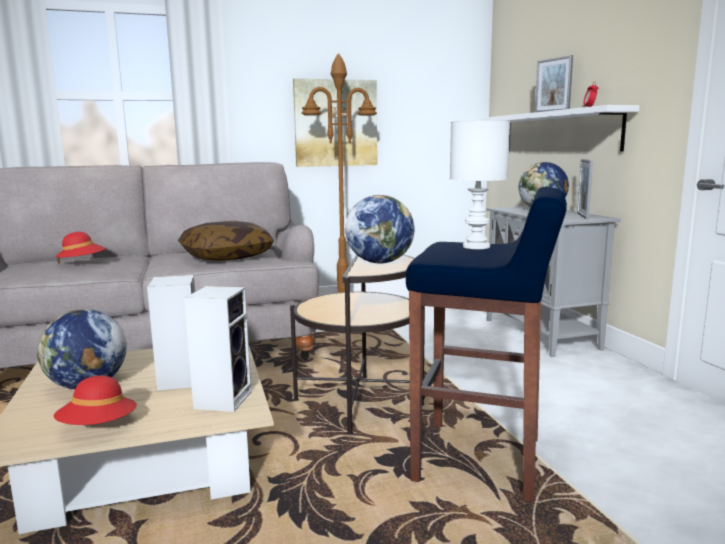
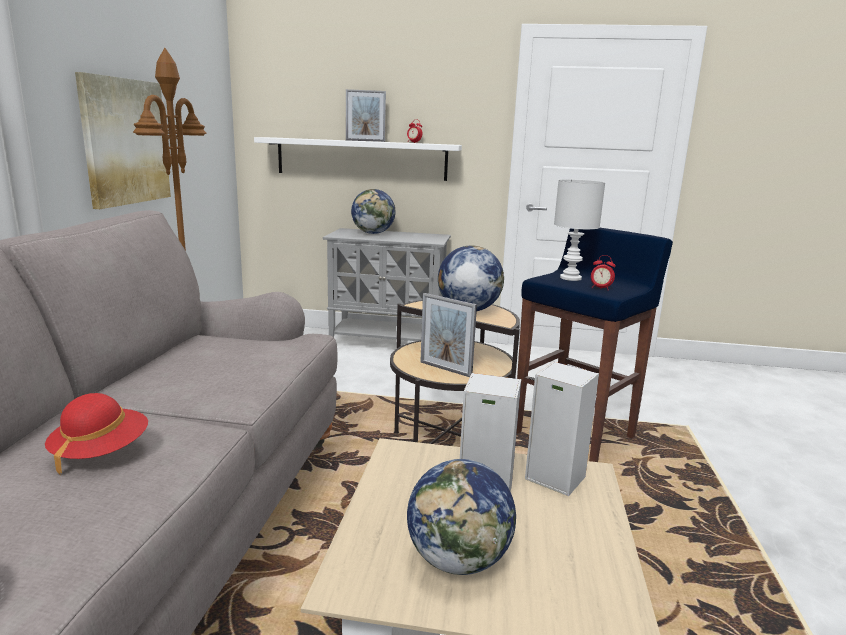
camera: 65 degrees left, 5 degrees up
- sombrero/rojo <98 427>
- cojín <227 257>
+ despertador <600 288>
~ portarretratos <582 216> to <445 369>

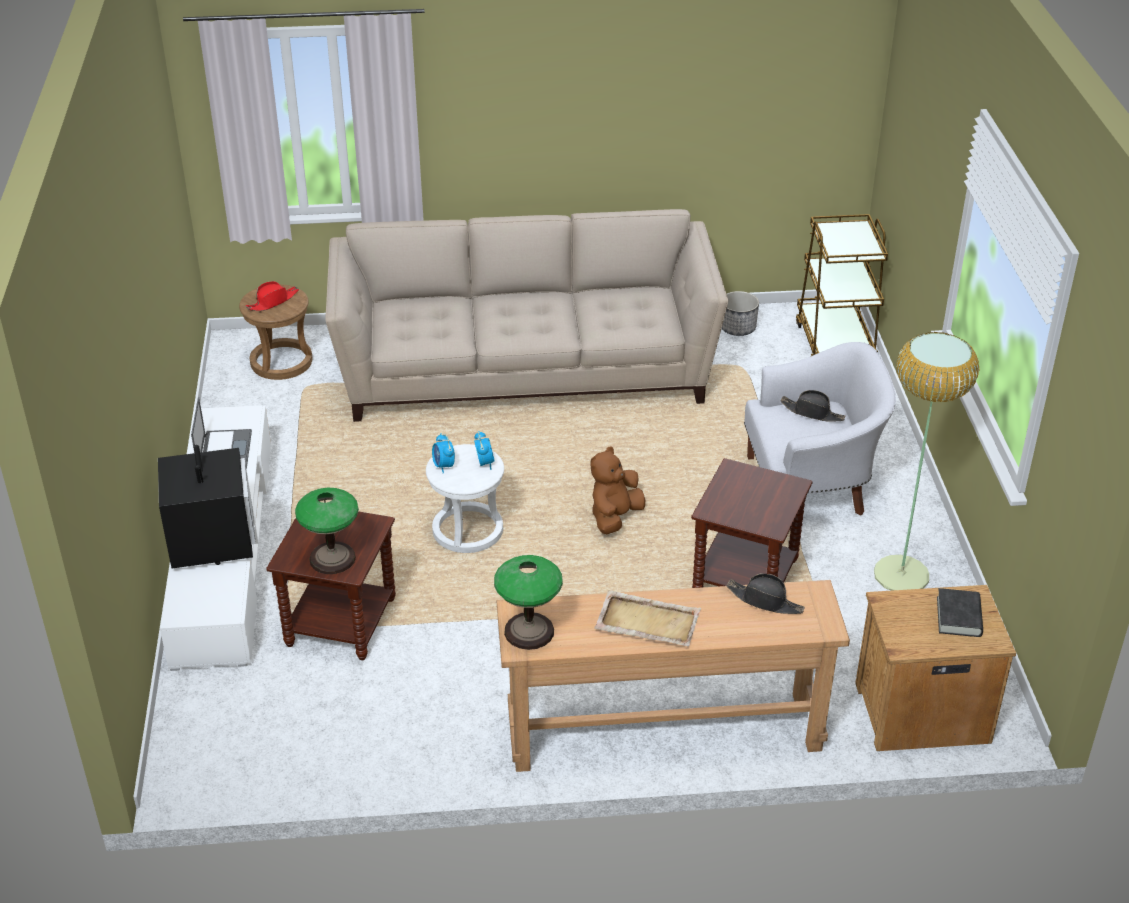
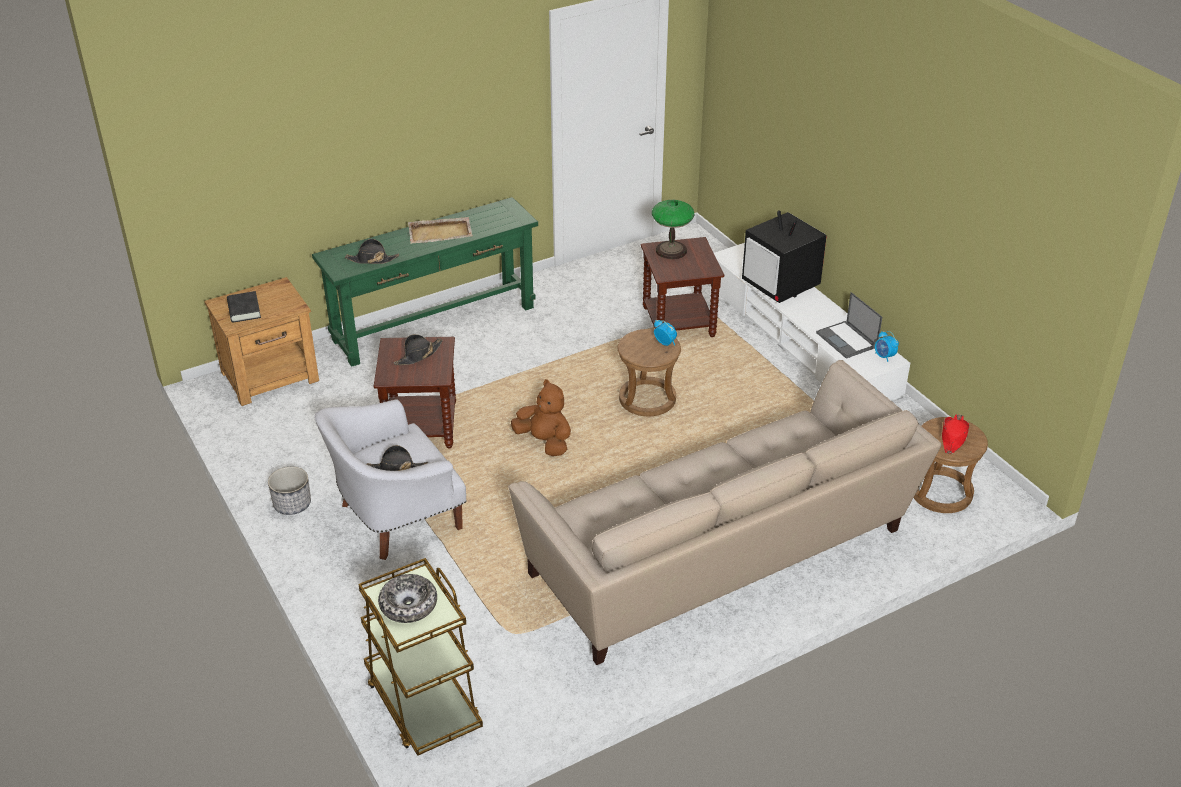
camera: 155 degrees right, 0 degrees up
- lámpara de mesa <529 631>
- lámpara de pie <901 574>
+ cuenco <408 605>
+ sombrero/negro <418 355>
~ despertador <484 463> to <884 356>
~ maceta <738 328> to <292 504>
~ taburete/blanco <468 531> to taburete/marrón <647 399>
~ mesa consola/marrón <664 731> to mesa consola/verde <434 323>
~ peluche/marrón <615 517> = <544 442> 60 degrees counterclockwise

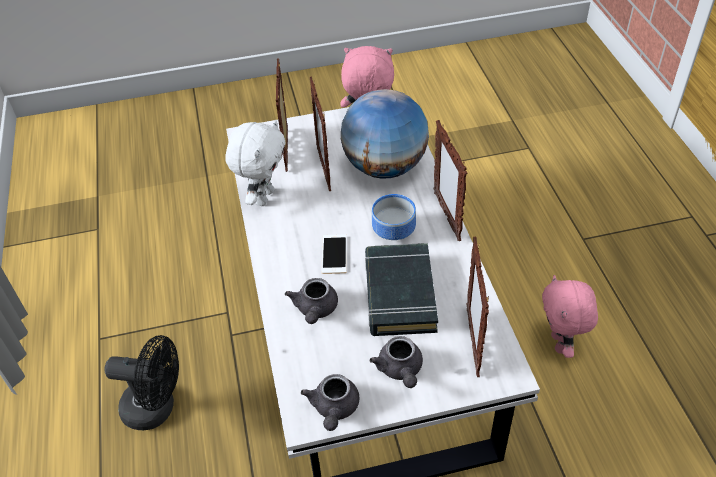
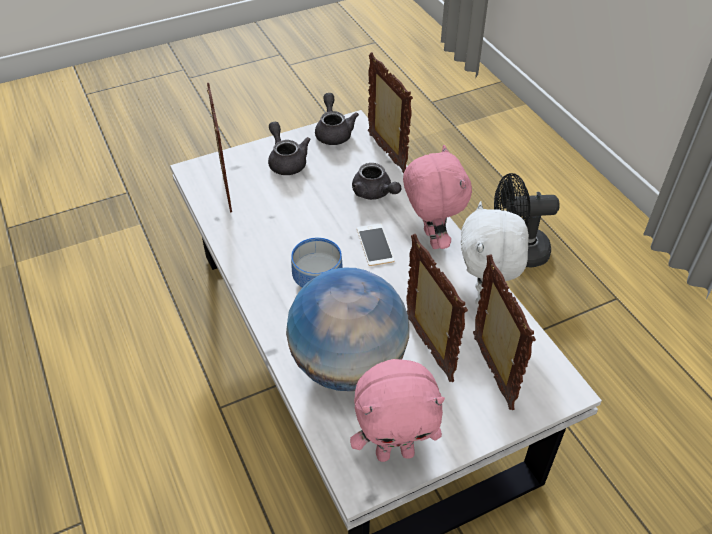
camera: 165 degrees right, 0 degrees up
- libro/negro <399 294>
~ portarretratos <447 216> to <386 154>
~ peluche/rosa <560 344> to <430 239>
~ tetera/gris <315 310> = <374 193> 150 degrees clockwise

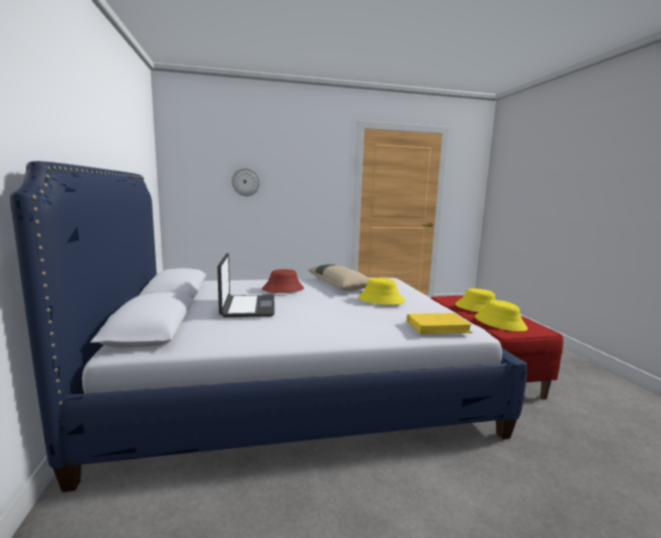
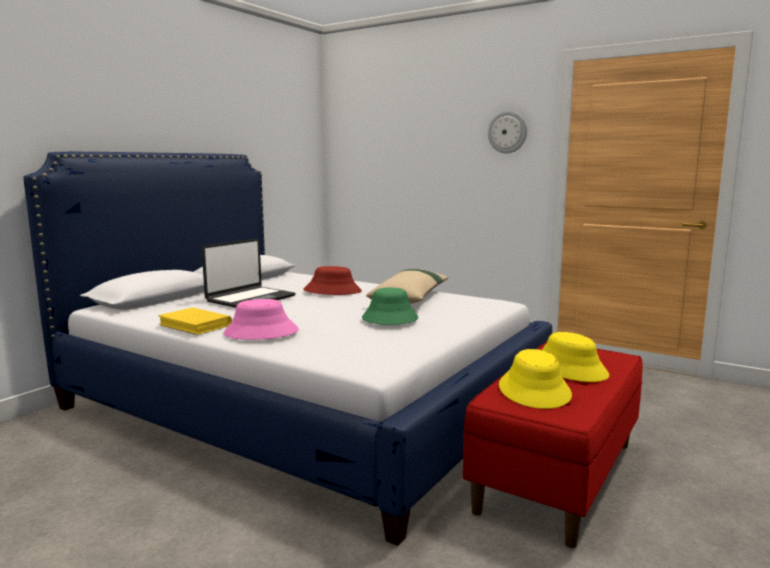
camera: 45 degrees right, 0 degrees up
+ sombrero/rosa <261 333>
~ reloj de pared <246 181> to <507 132>
~ libro/amarillo <438 327> to <195 325>
~ sombrero/amarillo <380 300> to sombrero/verde <389 318>

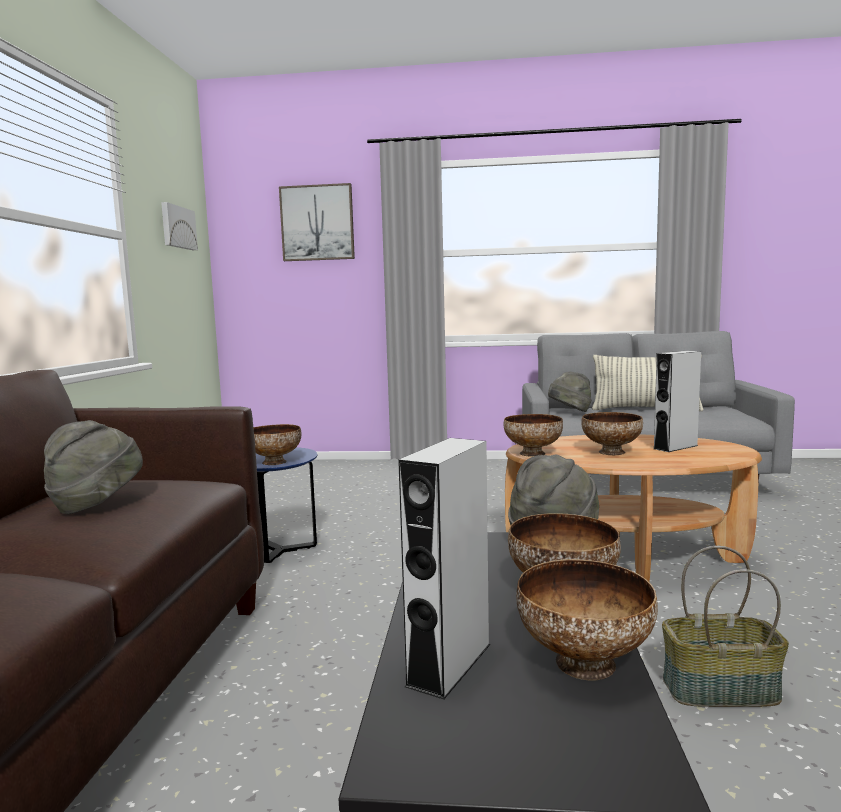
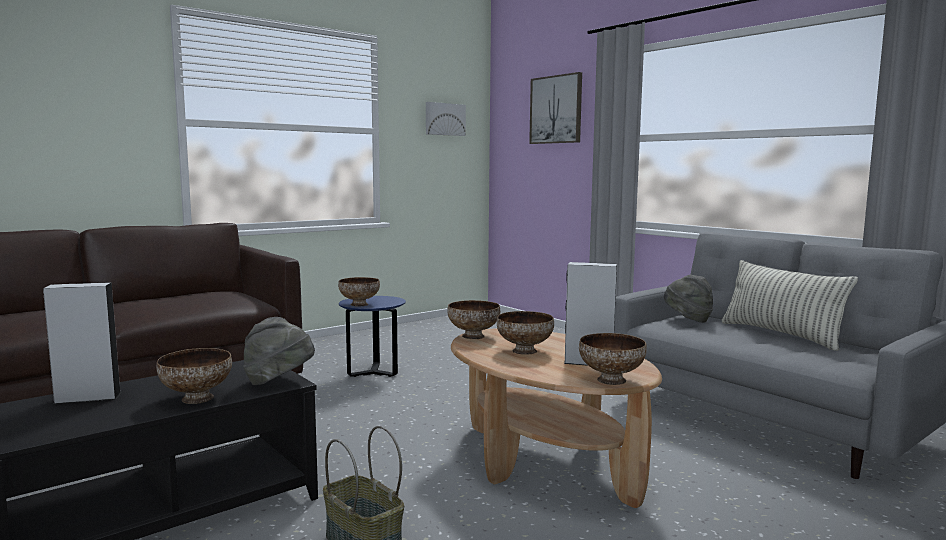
camera: 45 degrees right, 0 degrees up
- sombrero/gris <97 505>
~ cuenco <583 662> to <611 380>

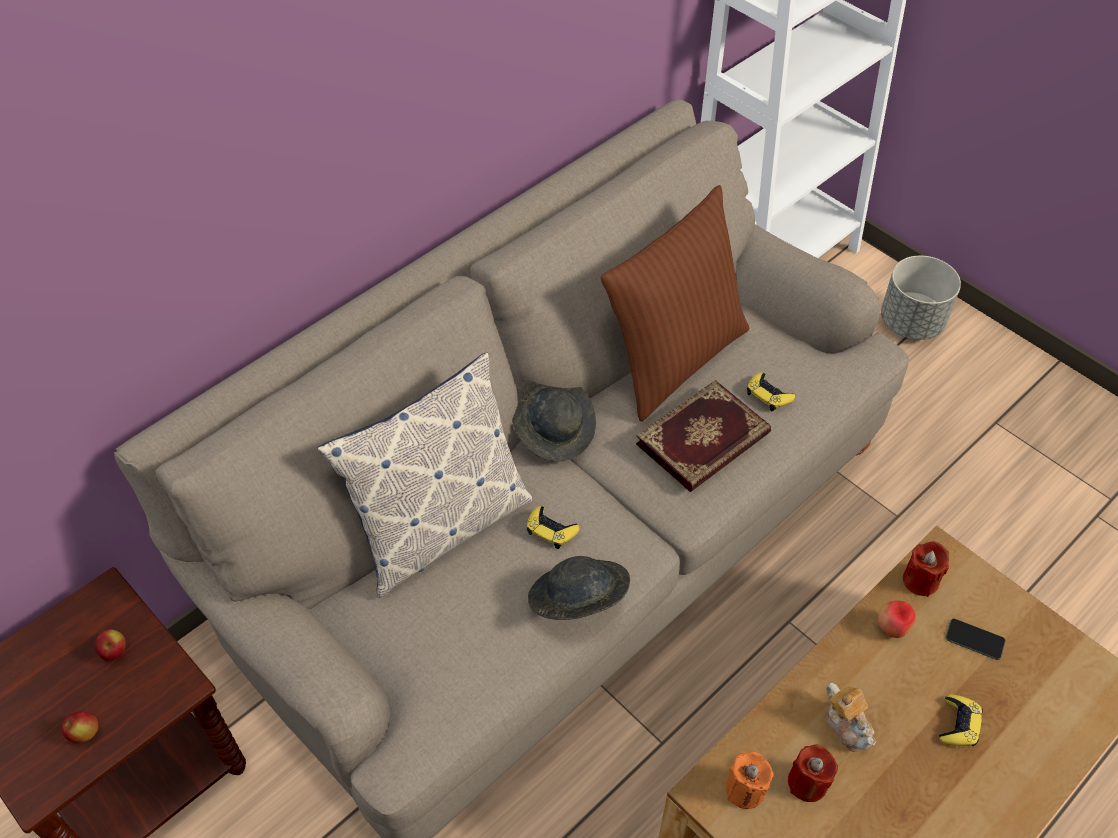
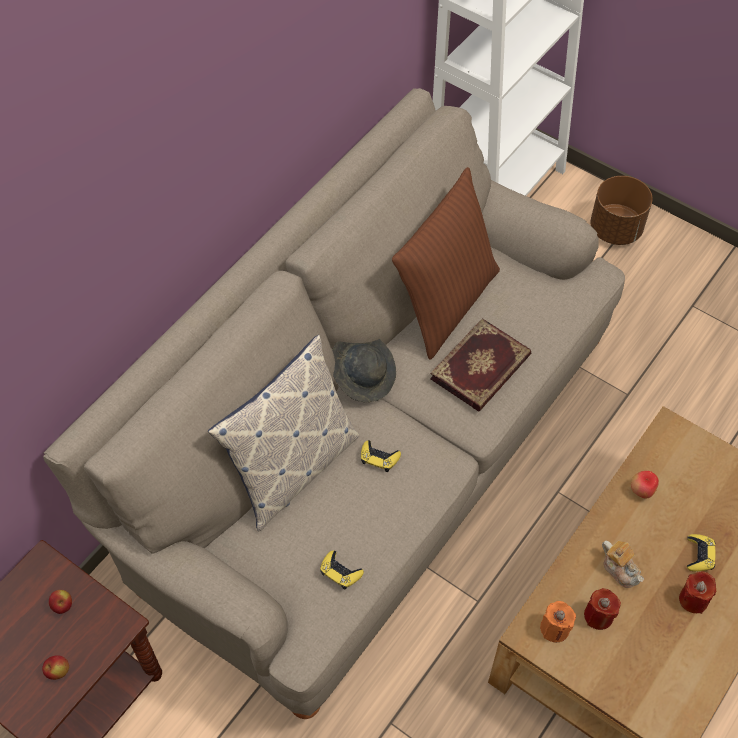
camera: 10 degrees left, 5 degrees up
- sombrero/gris <577 601>
- móvil <975 639>
~ mando de consola/amarillo <768 395> to <340 572>
~ vela/rojo <920 580> to <693 599>
~ maceta/gris <911 322> to maceta/marrón <615 229>

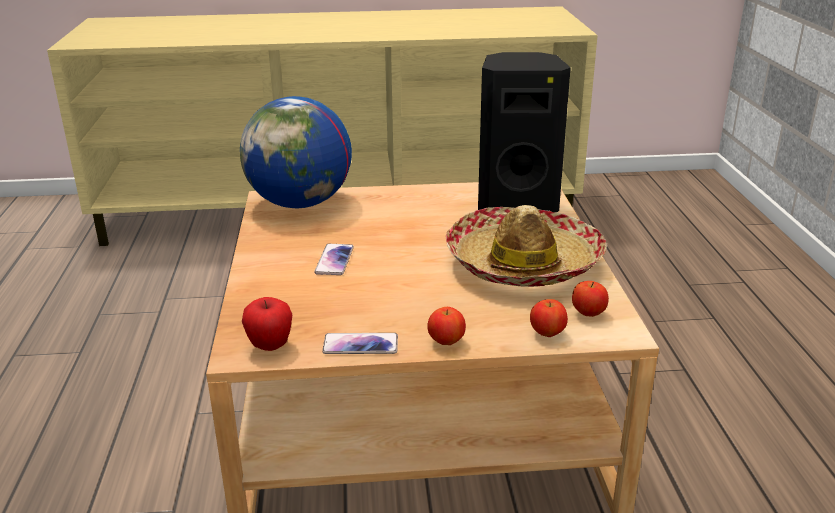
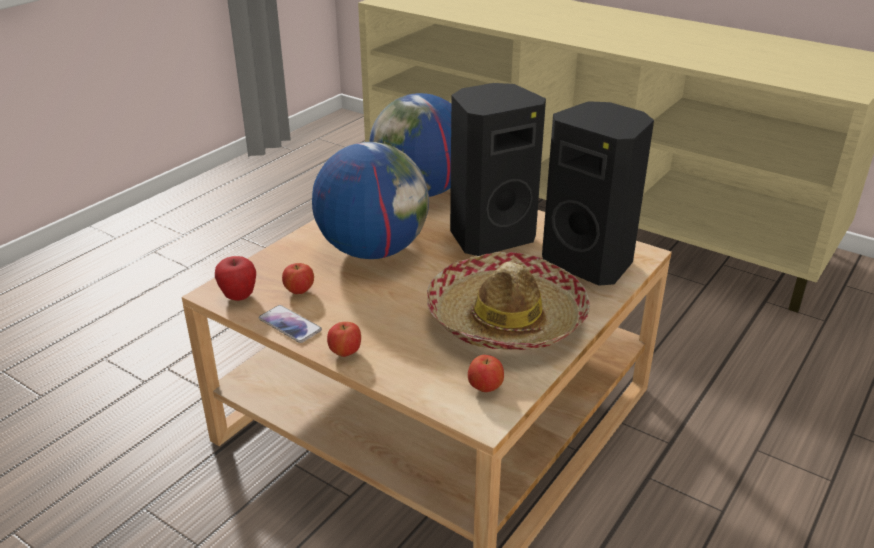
camera: 40 degrees right, 5 degrees up
+ altavoz/negro <490 236>
~ manzana <547 333> to <299 291>
~ móvil <334 260> to globo terráqueo <373 250>

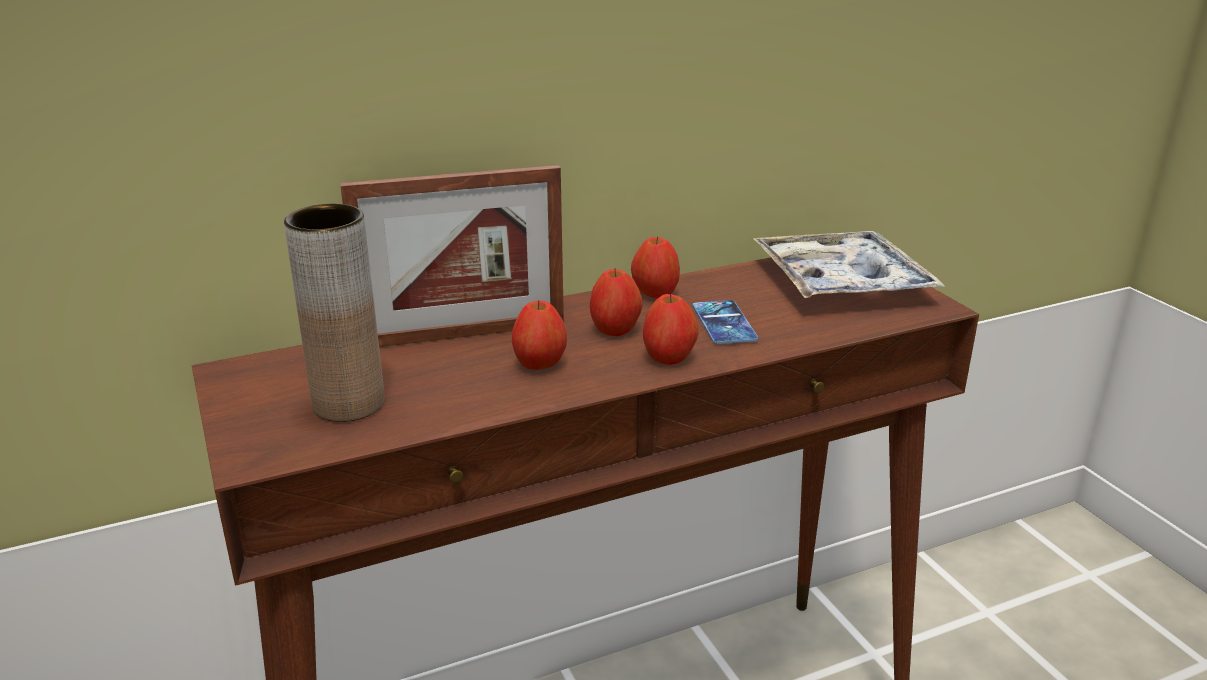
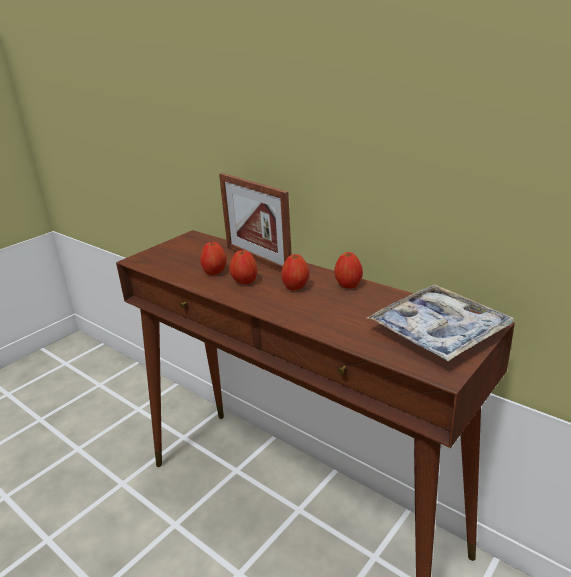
camera: 65 degrees right, 0 degrees up
- florero/marrón <349 404>
- móvil <724 323>
~ manzana <668 358> to <215 272>

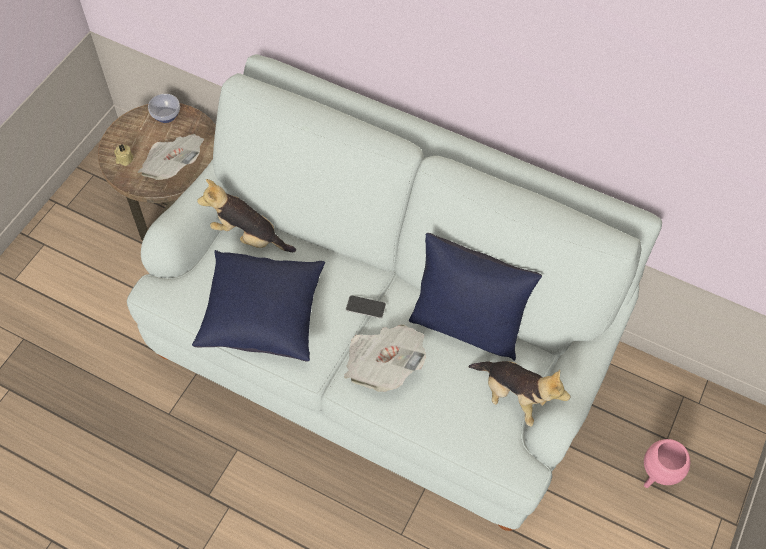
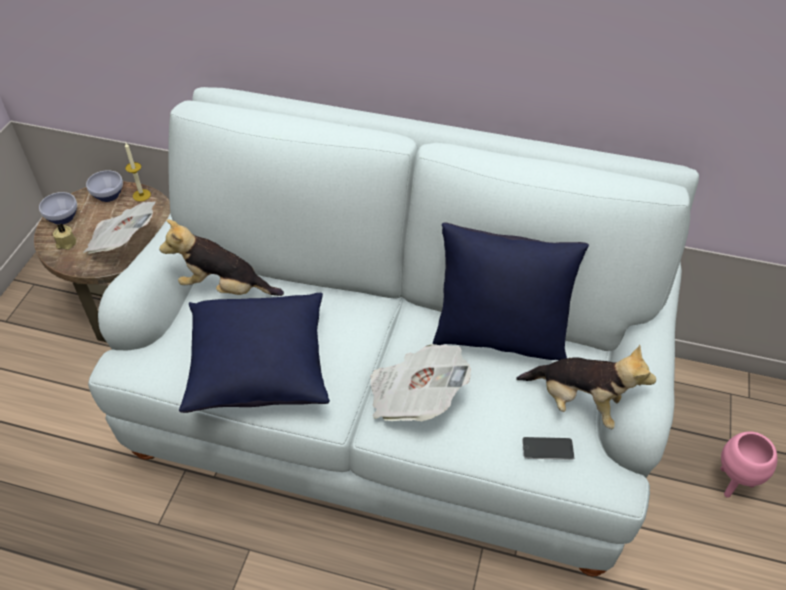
camera: 10 degrees left, 10 degrees down
+ cuenco <63 218>
+ vela <141 195>
~ móvil <365 307> to <548 448>

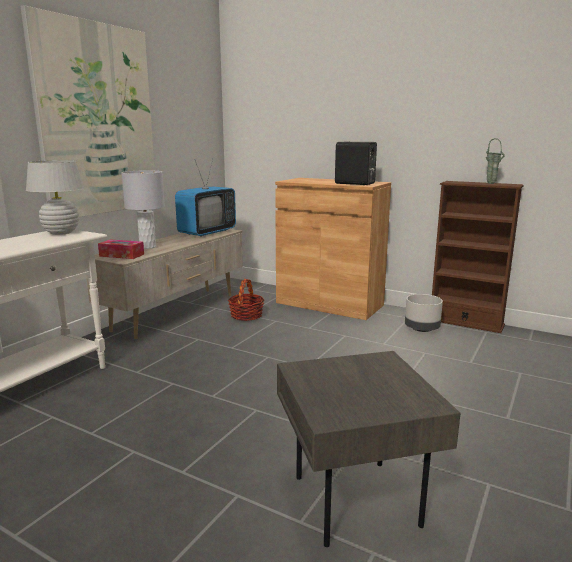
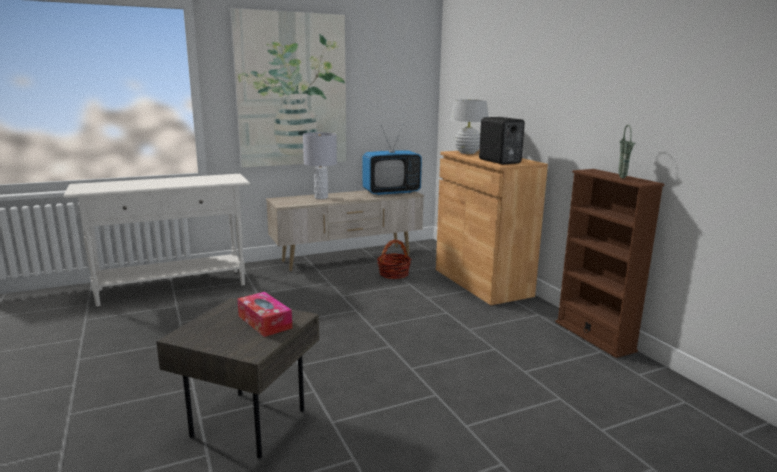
camera: 35 degrees right, 0 degrees up
- maceta/gris <422 329>
~ lámpara de mesa/blanco <61 233> to <467 153>
~ caja de pañuelos <121 255> to <264 322>

